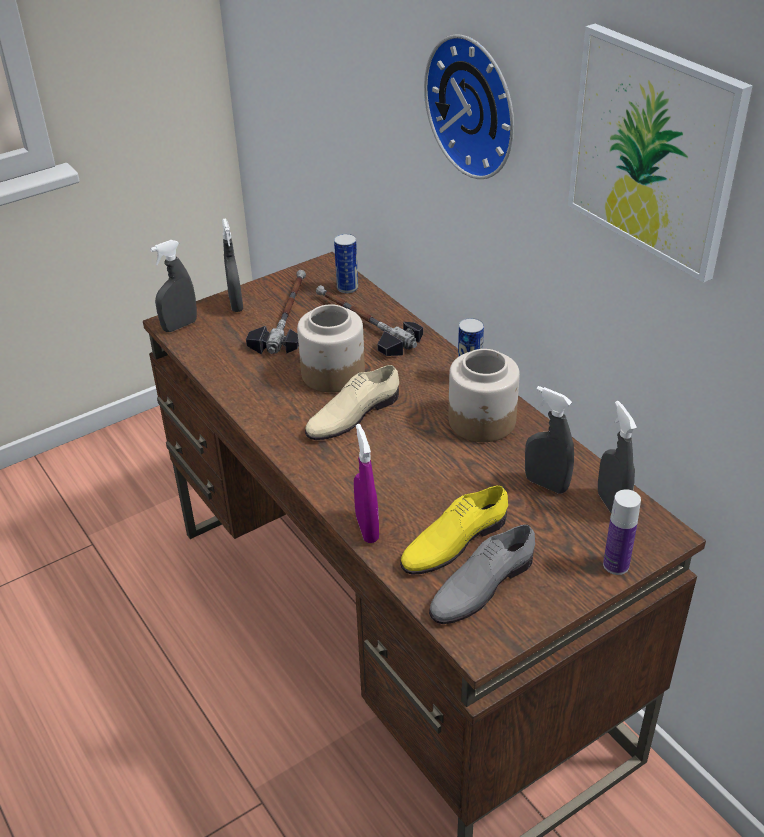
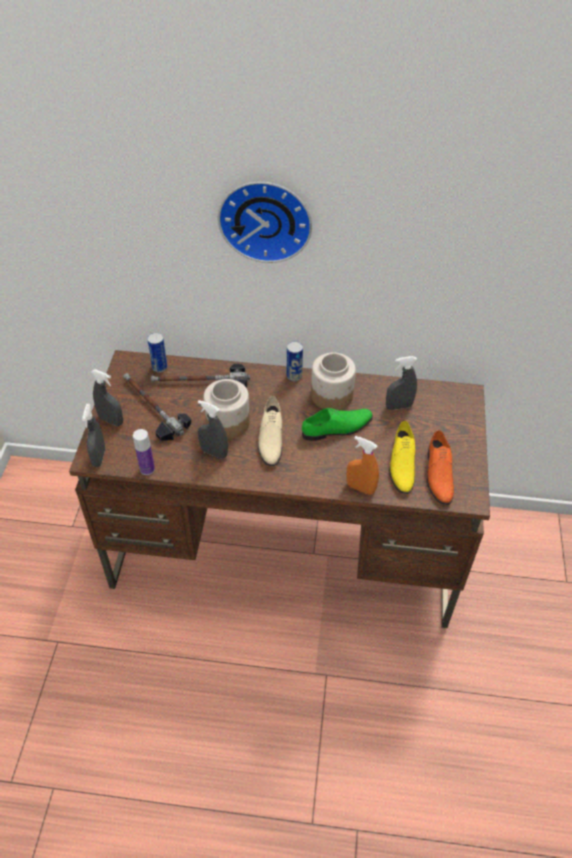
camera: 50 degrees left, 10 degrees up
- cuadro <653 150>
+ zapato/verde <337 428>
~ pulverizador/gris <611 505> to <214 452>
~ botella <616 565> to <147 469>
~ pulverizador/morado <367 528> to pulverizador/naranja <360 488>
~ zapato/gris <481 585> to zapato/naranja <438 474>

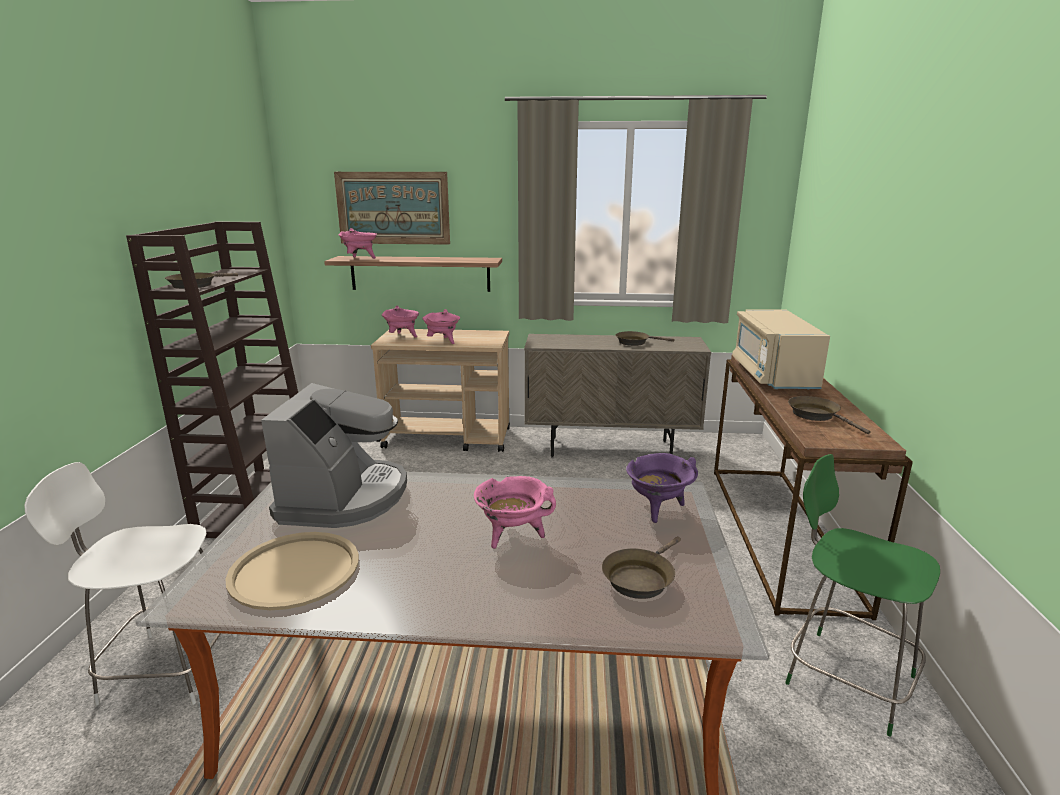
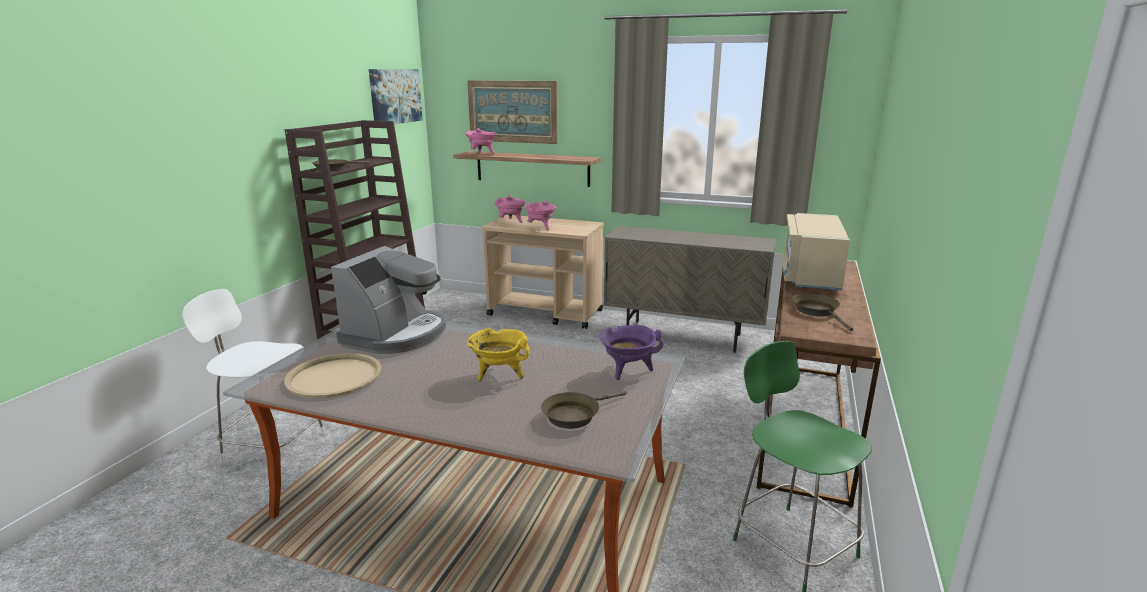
camera: 15 degrees right, 0 degrees up
- sartén/marrón <635 342>
+ cuadro <395 96>
~ olla/rosa <513 536> to olla/amarillo <499 375>

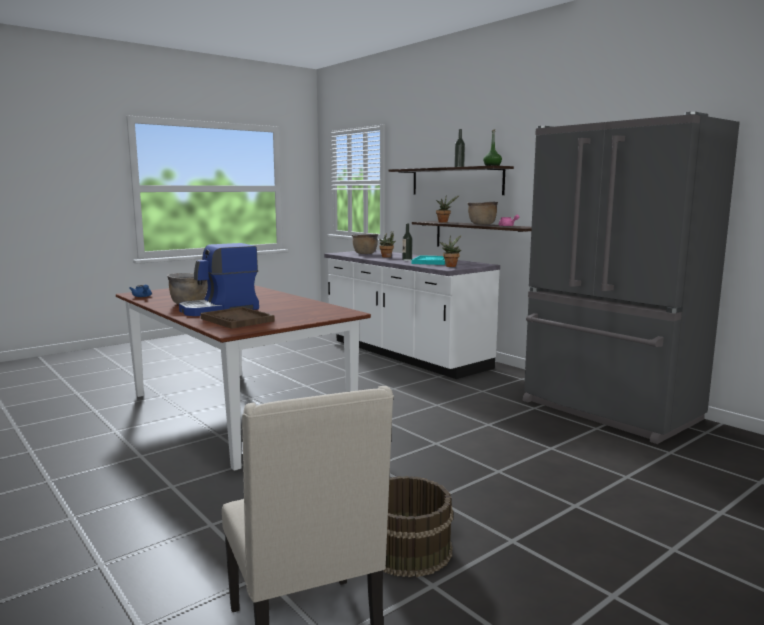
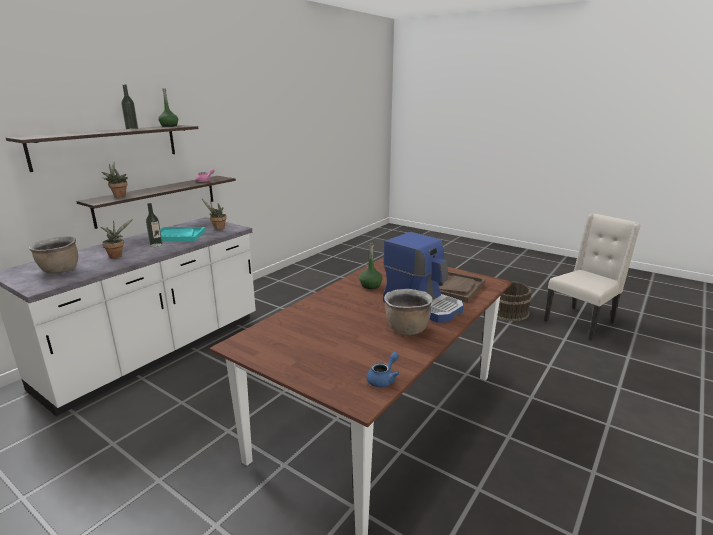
camera: 105 degrees left, 10 degrees up
- olla/marrón <481 224>
- nevera/gris <608 411>
+ botella/verde <370 285>

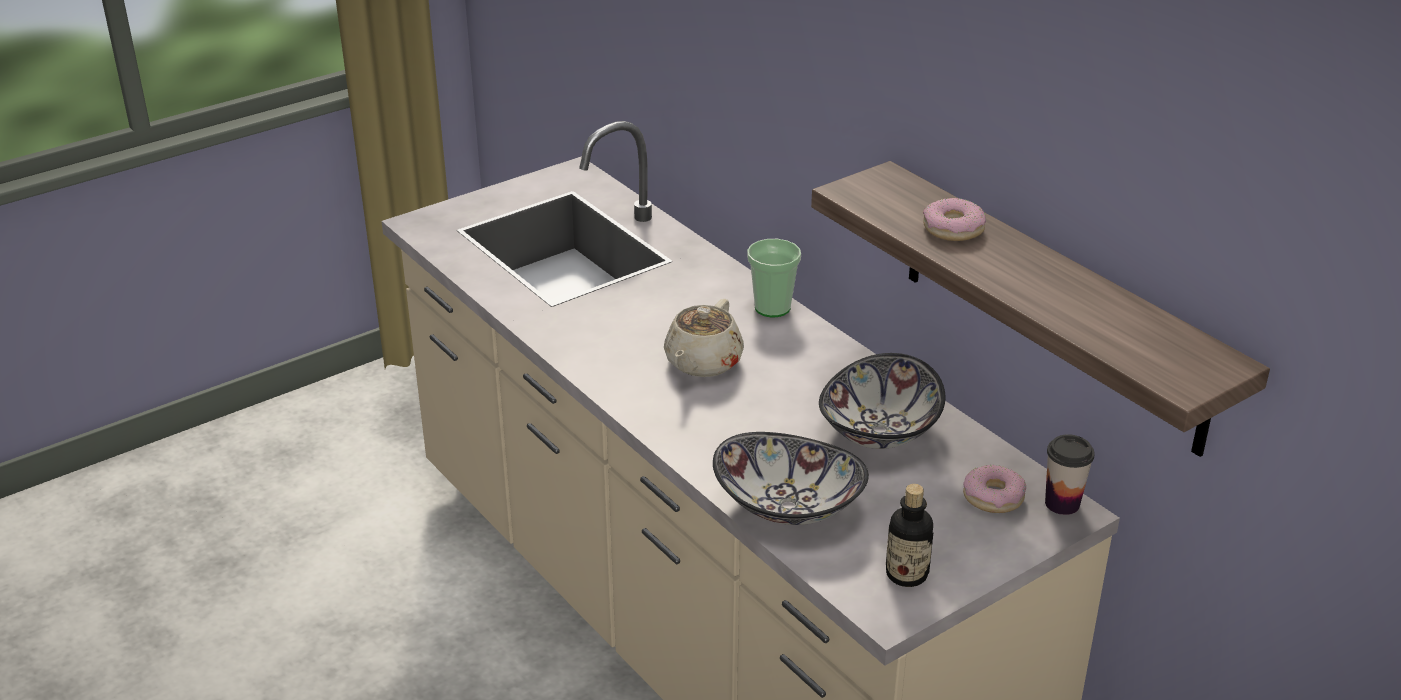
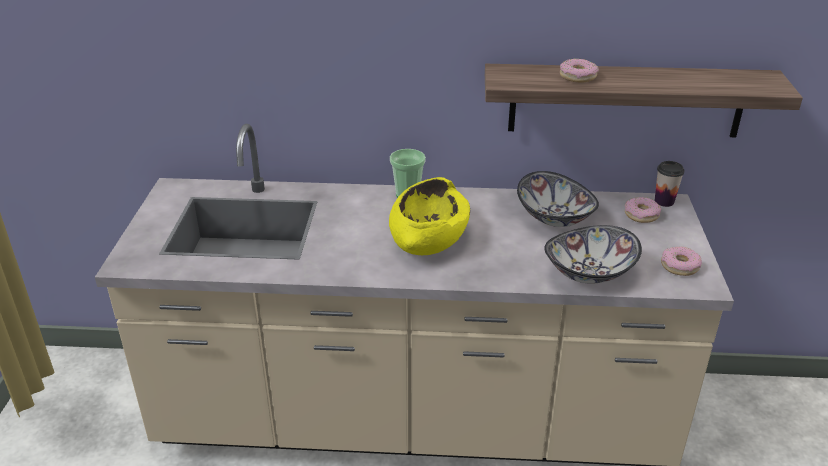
camera: 50 degrees left, 0 degrees up
~ tetera/beis <702 363> to cuenco/amarillo <428 237>
~ botella <906 574> to rosquilla <679 266>

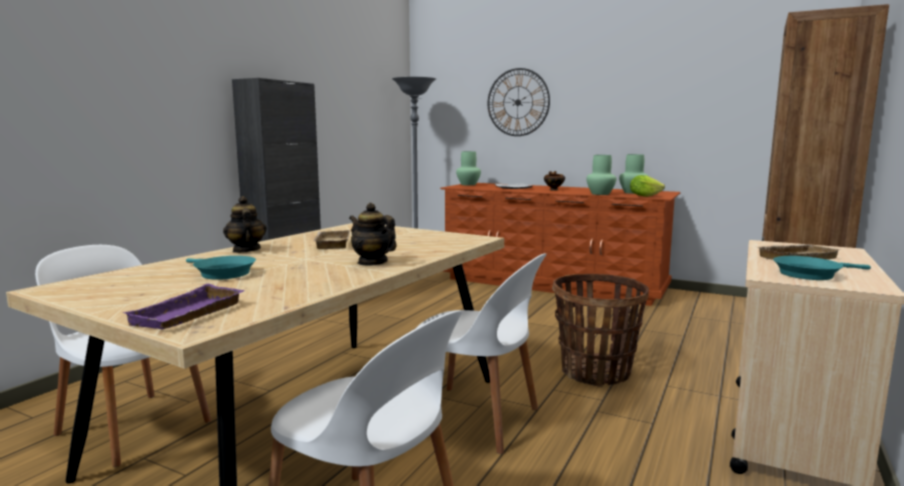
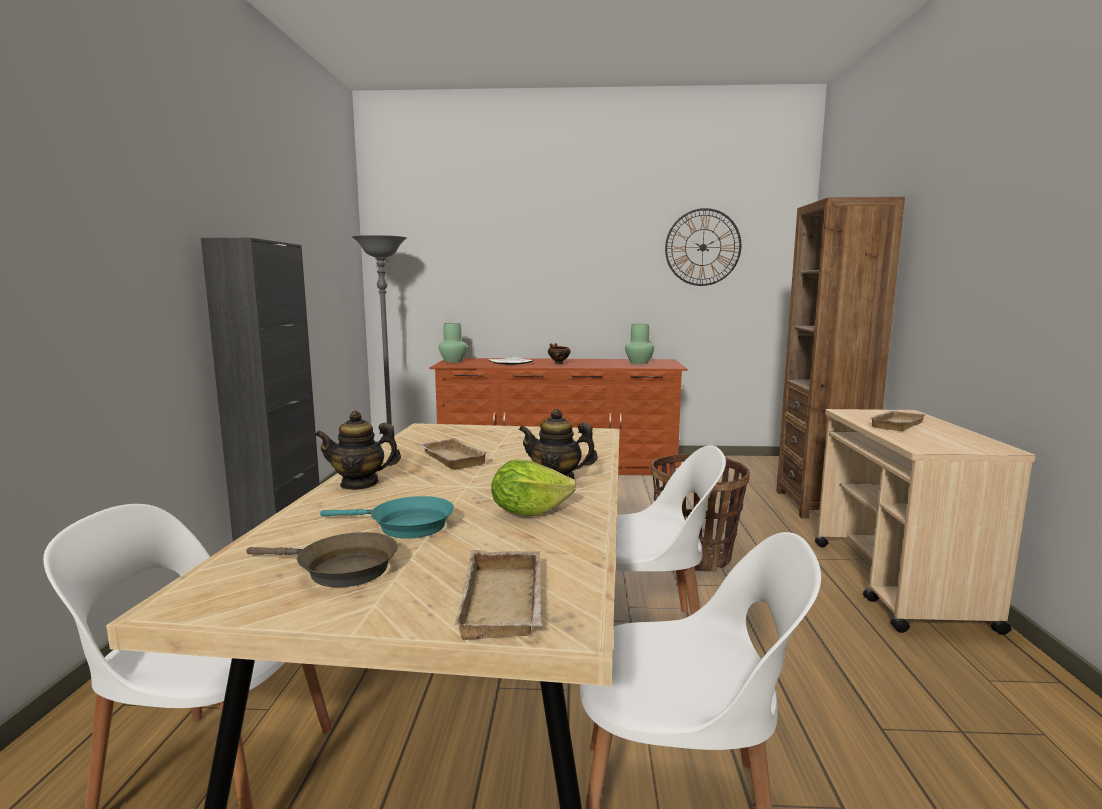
camera: 25 degrees left, 0 degrees up
- florero/verde <601 194>
- sartén/turquesa <810 274>
+ sartén/marrón <340 570>
~ reloj de pared <518 102> to <703 247>
~ lechuga <644 196> to <528 512>
~ bandeja/morado <189 315> to bandeja/beis <506 603>
~ tetera <246 250> = <360 484> 45 degrees counterclockwise

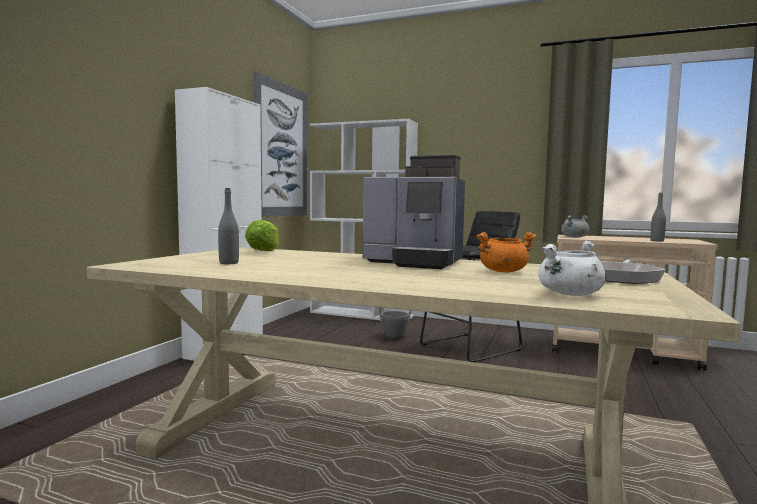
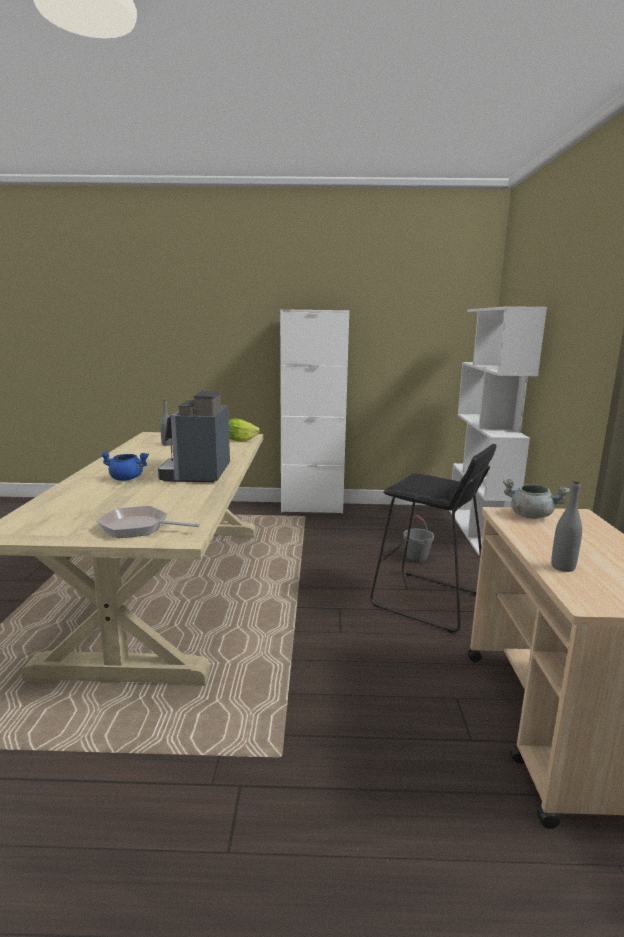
camera: 70 degrees right, 10 degrees up
- cuadro <281 150>
- olla/naranja <503 271>
- olla/blanco <570 294>
+ olla/azul <127 479>

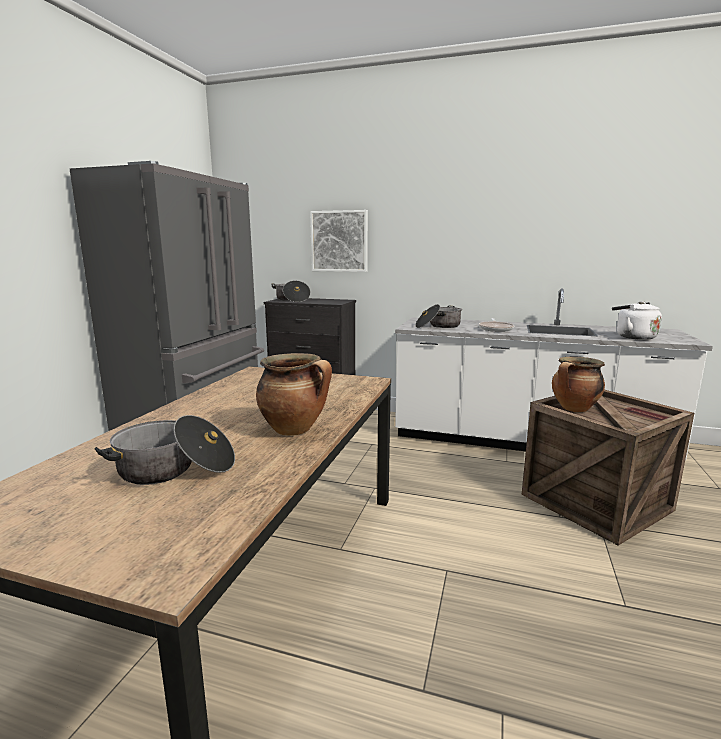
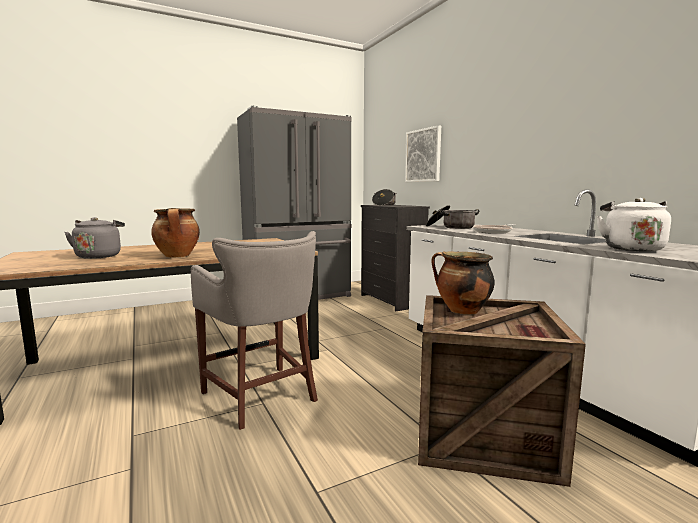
camera: 45 degrees right, 5 degrees down
+ taburete/gris <262 397>
~ olla <175 469> to hervidor/gris <99 256>

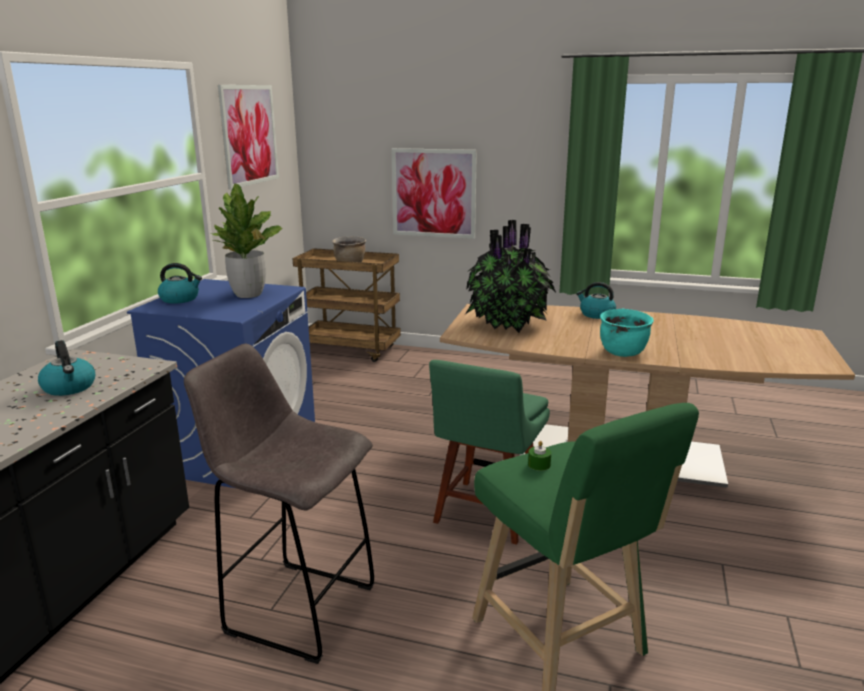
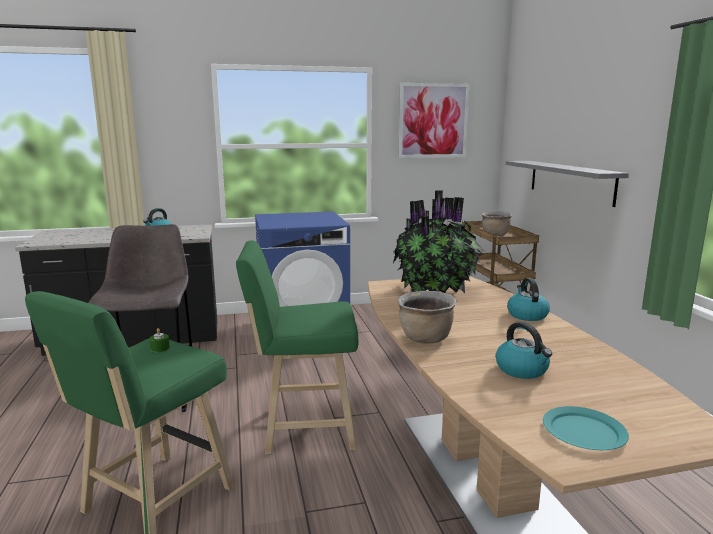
camera: 60 degrees right, 5 degrees down
- planta en maceta <249 294>
+ plato/turquesa <583 432>
~ hervidor <180 299> to <522 370>
~ cuadro <433 193> to estante/gris <570 181>
~ silla/verde <486 514> to taburete/verde <303 429>
~ olla/turquesa <623 353> to olla/marrón <425 339>

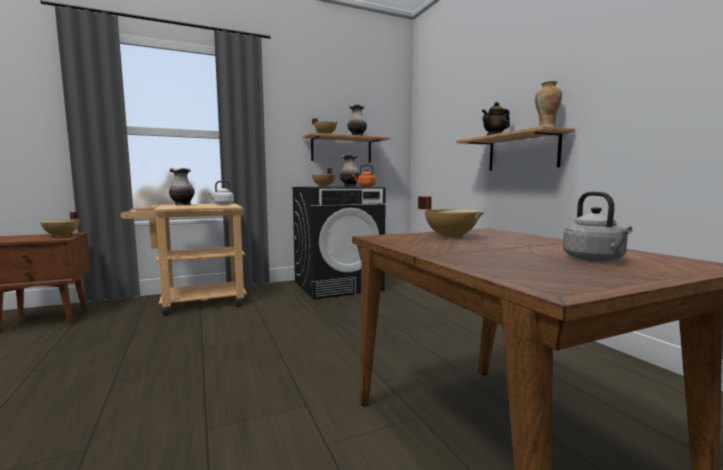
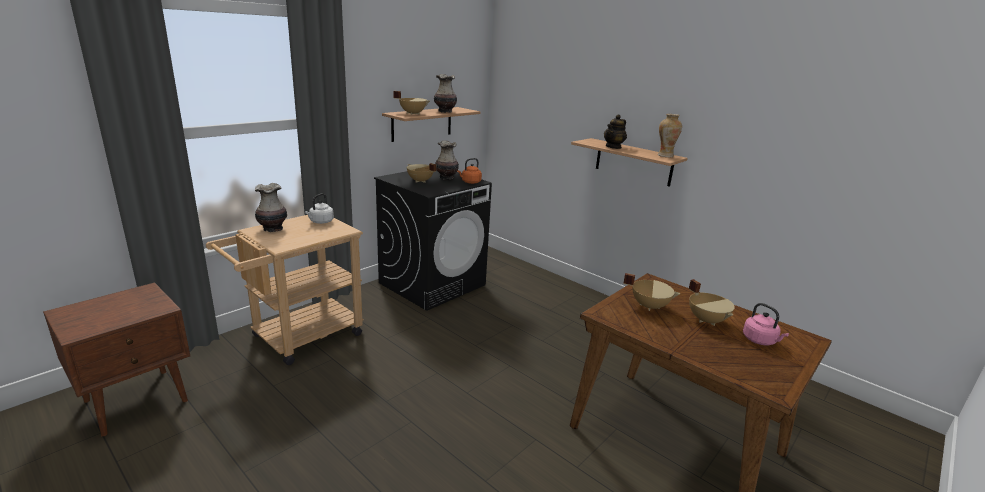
camera: 25 degrees left, 15 degrees up
~ olla/beis <62 236> to <707 320>
~ hervidor/gris <595 259> to hervidor/rosa <760 341>

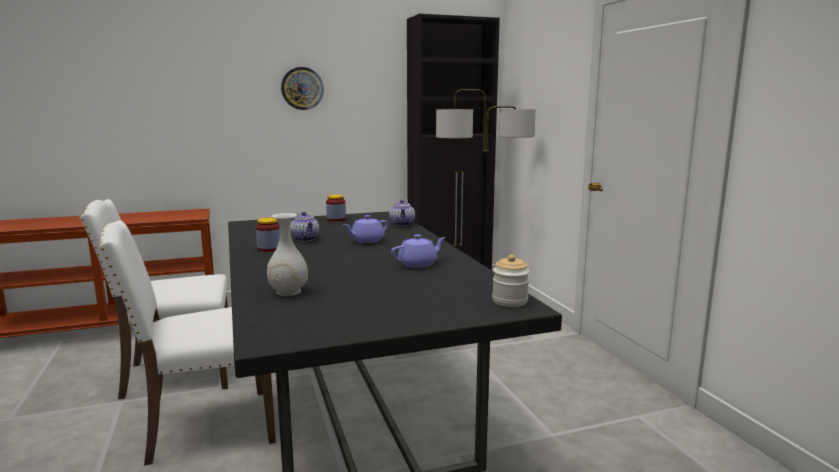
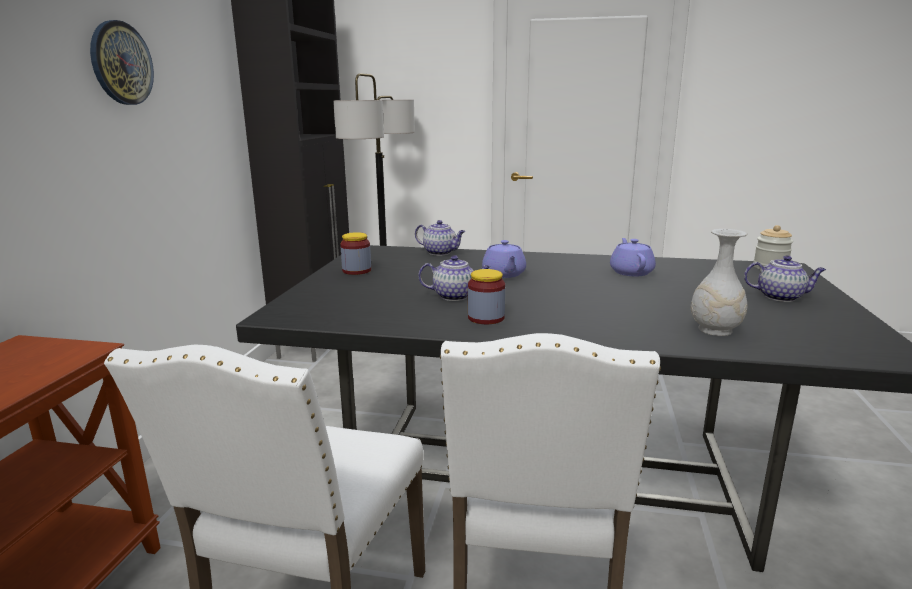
camera: 60 degrees left, 5 degrees up
+ tetera <781 297>

